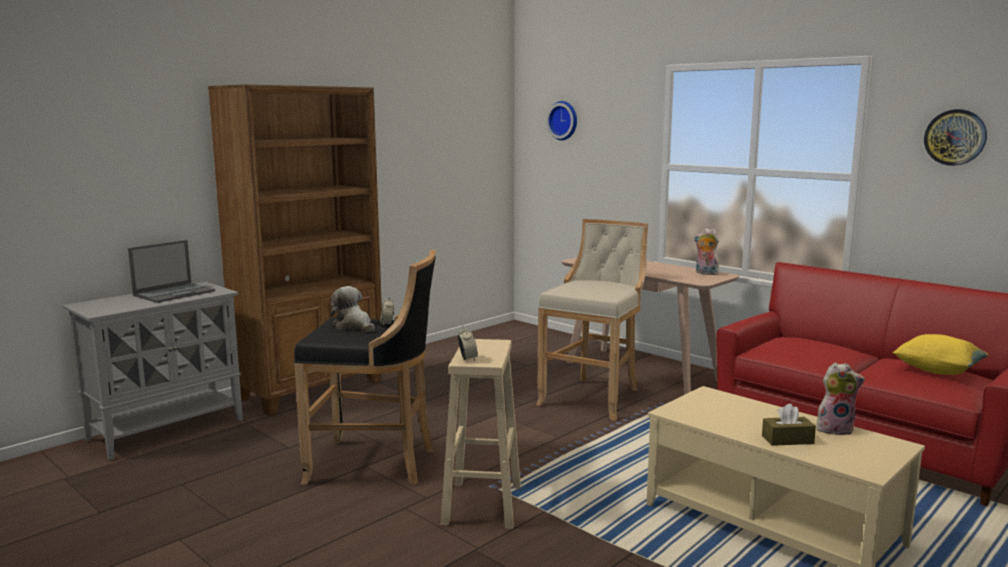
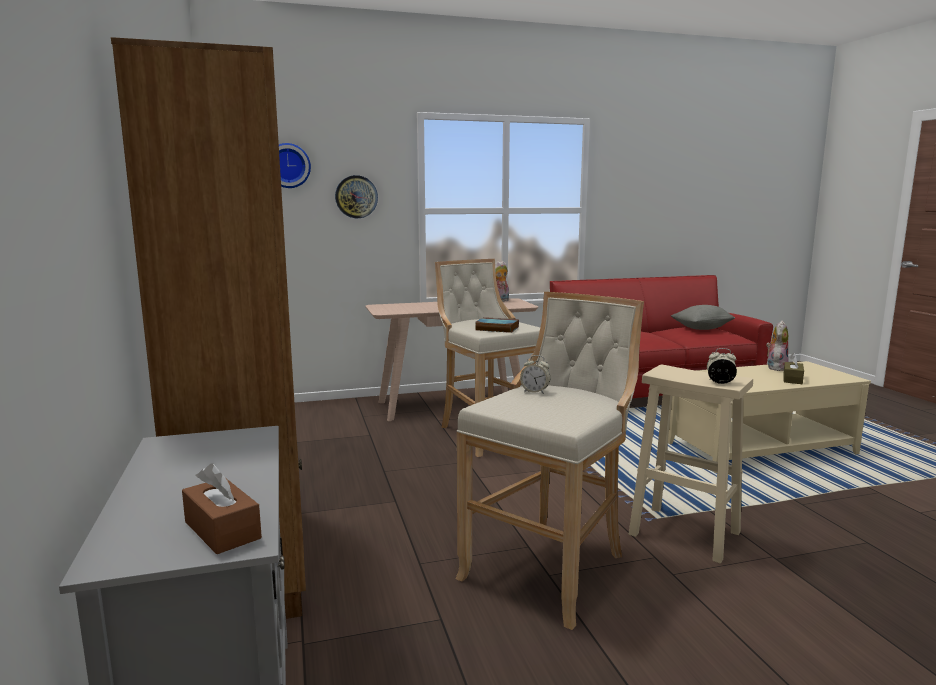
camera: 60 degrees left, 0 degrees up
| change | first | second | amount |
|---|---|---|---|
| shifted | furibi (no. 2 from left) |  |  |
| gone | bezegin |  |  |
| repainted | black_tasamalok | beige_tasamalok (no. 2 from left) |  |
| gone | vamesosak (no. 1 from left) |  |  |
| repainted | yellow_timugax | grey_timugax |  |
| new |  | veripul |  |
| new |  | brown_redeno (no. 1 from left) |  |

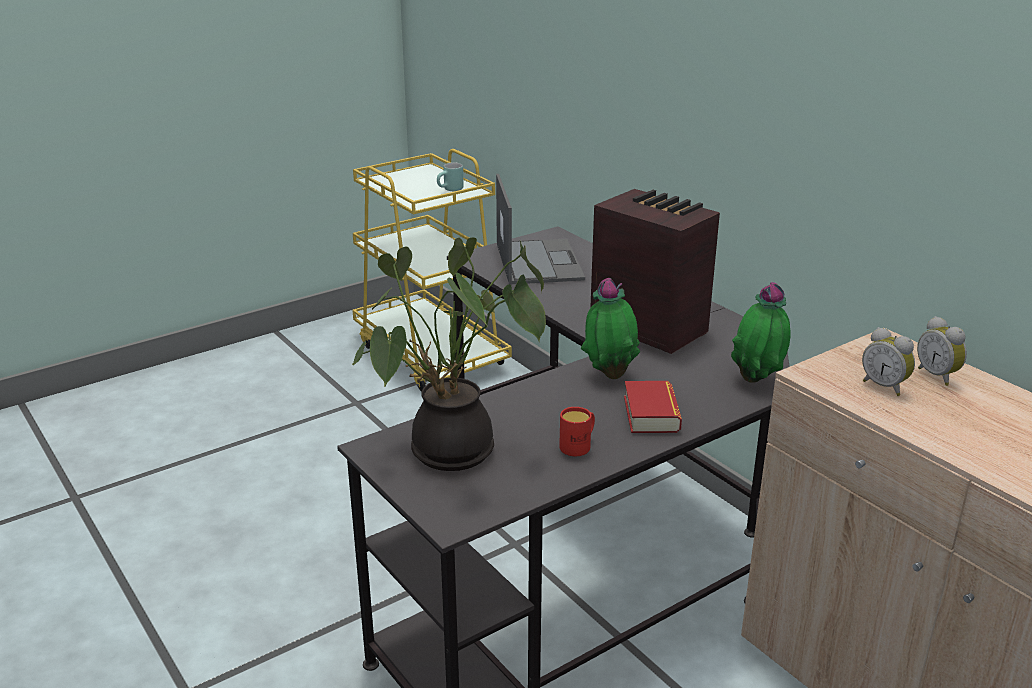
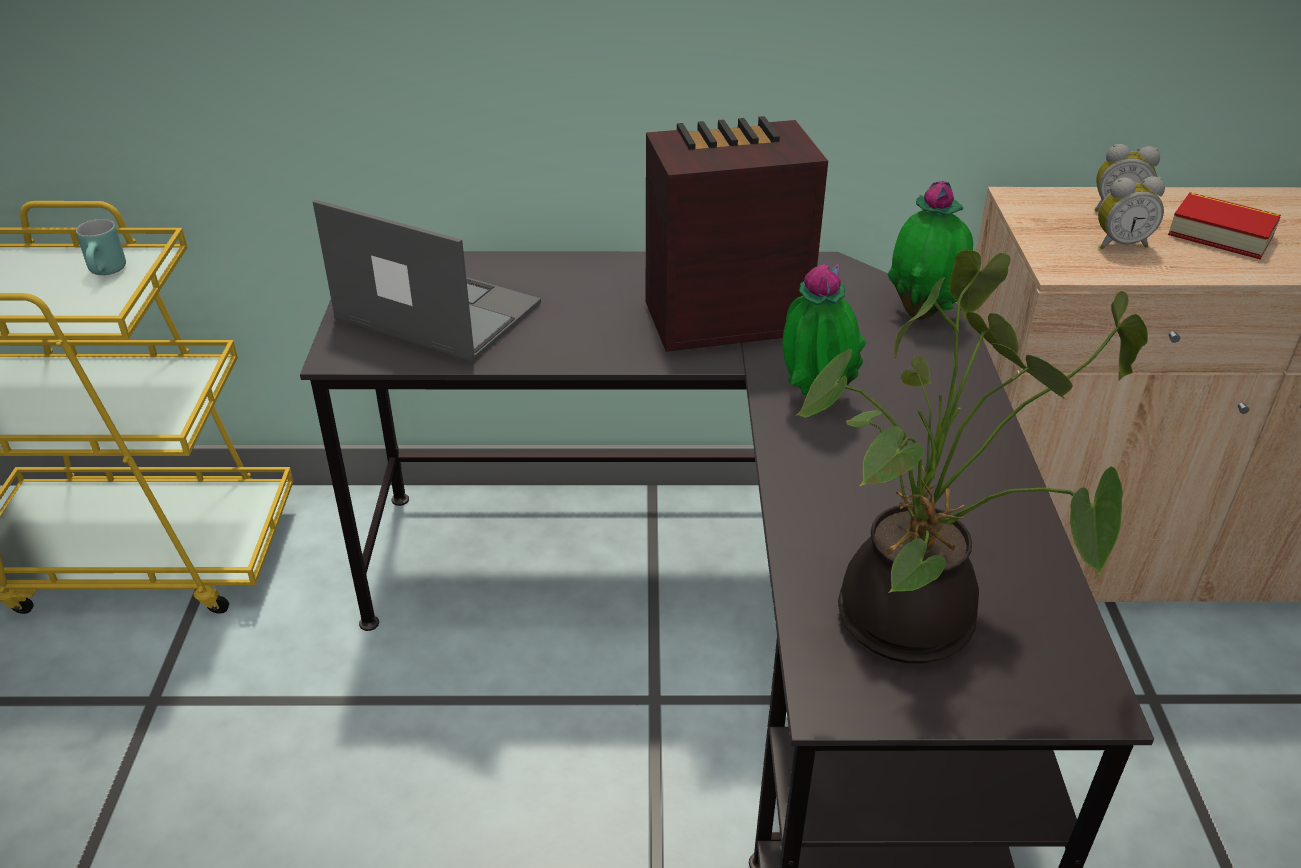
camera: 55 degrees left, 10 degrees up
| change | first | second | amount |
|---|---|---|---|
| shifted | veripul |  |  |
| gone | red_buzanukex |  |  |

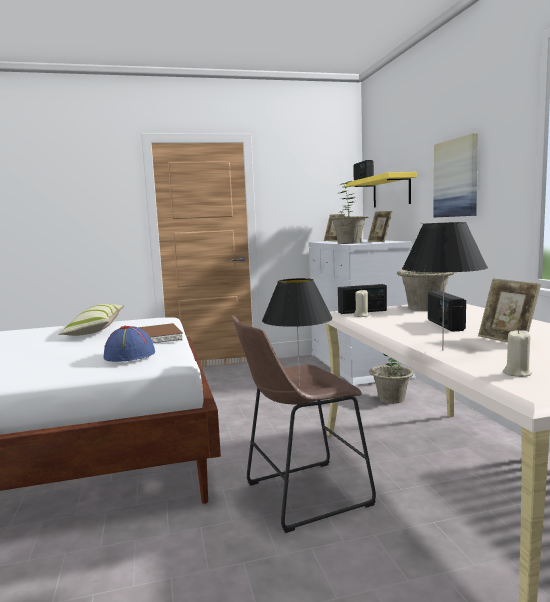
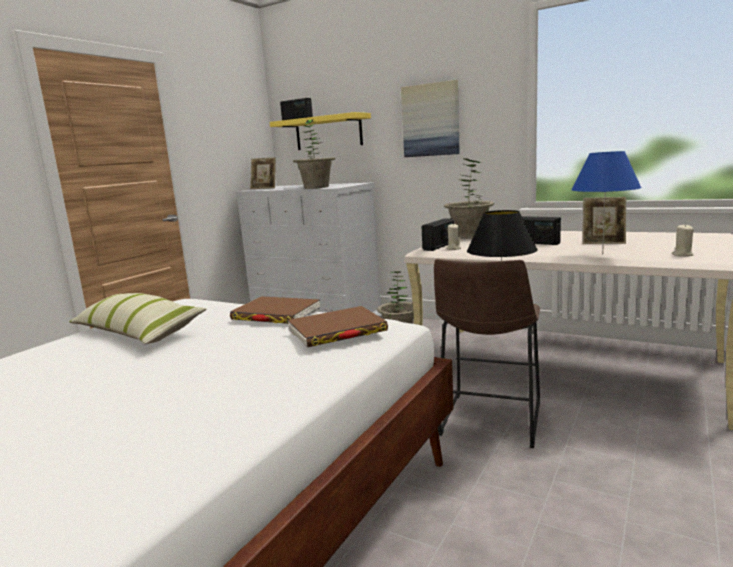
camera: 45 degrees left, 5 degrees up
| change | first | second | amount |
|---|---|---|---|
| gone | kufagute (no. 2 from left) |  |  |
| repainted | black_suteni (no. 2 from left) | blue_suteni |  |
| swapped | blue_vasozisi | brown_veripul (no. 2 from left) |  |

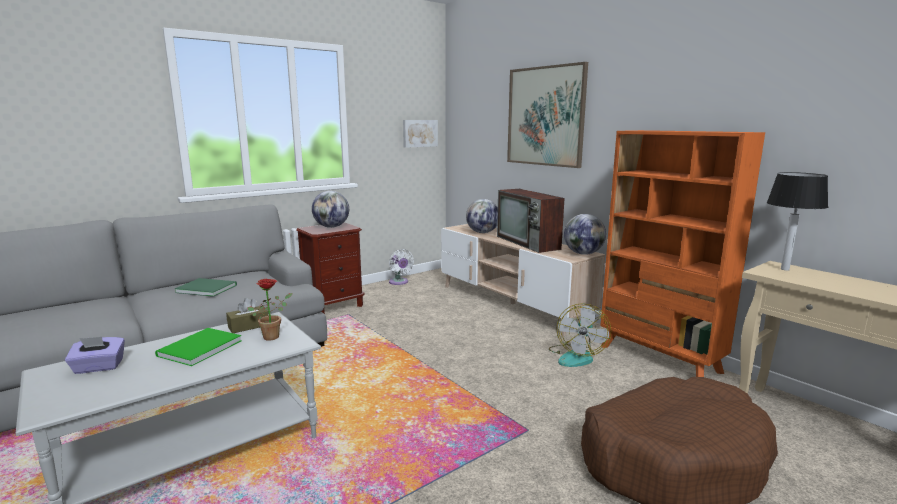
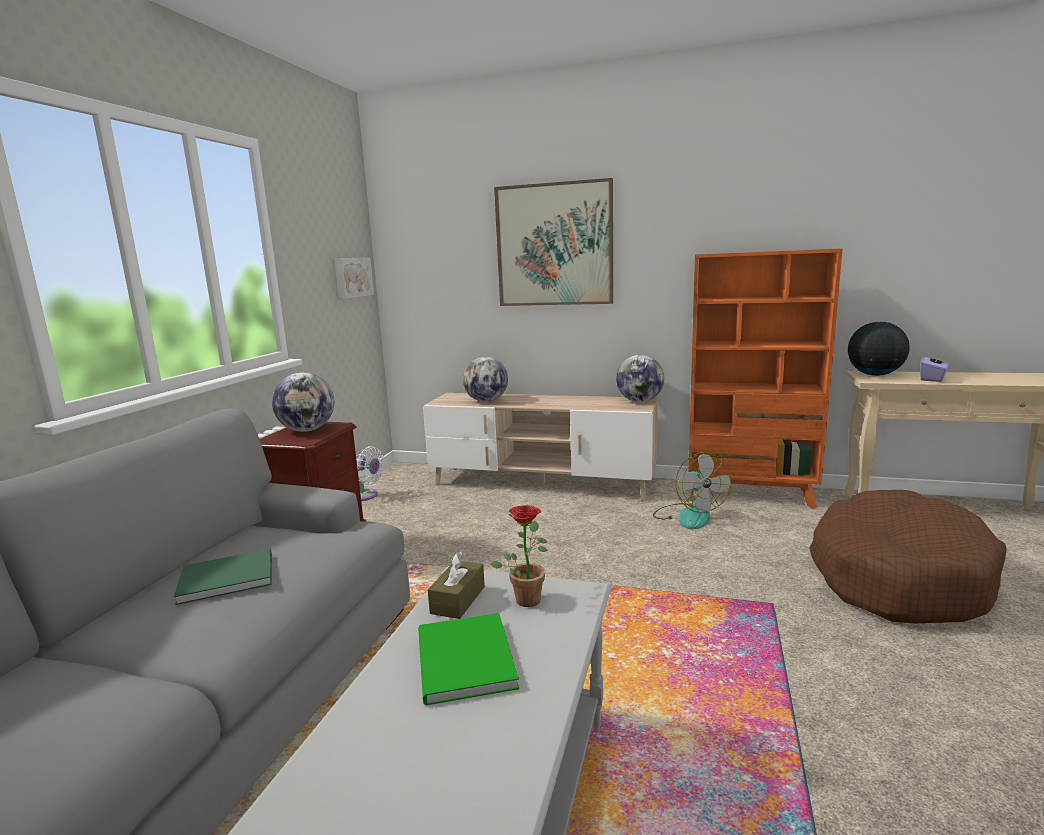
camera: 35 degrees left, 0 degrees up
| change | first | second | amount |
|---|---|---|---|
| swapped | suteni | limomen (no. 4 from left) |  |
| gone | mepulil |  |  |
| shifted | purple_redeno |  |  |

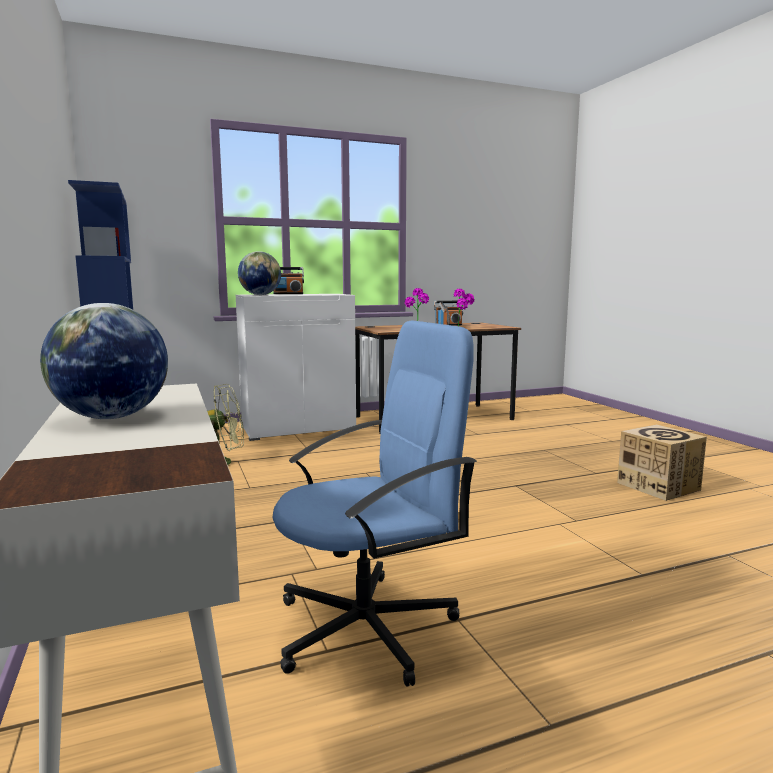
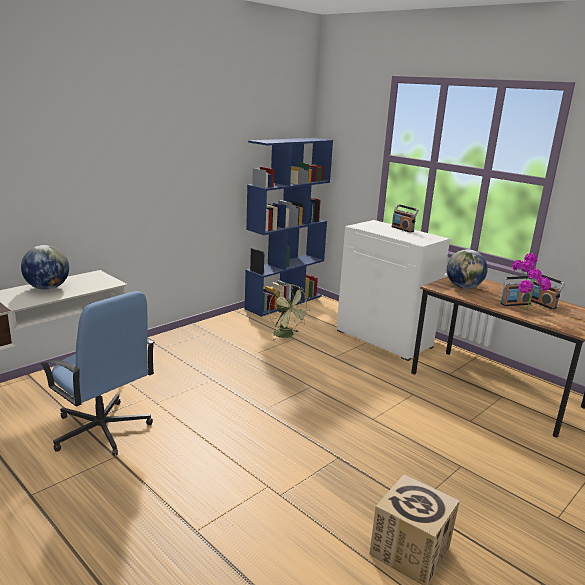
camera: 65 degrees right, 10 degrees up
| change | first | second | amount |
|---|---|---|---|
| shifted | limomen (no. 2 from left) |  |  |

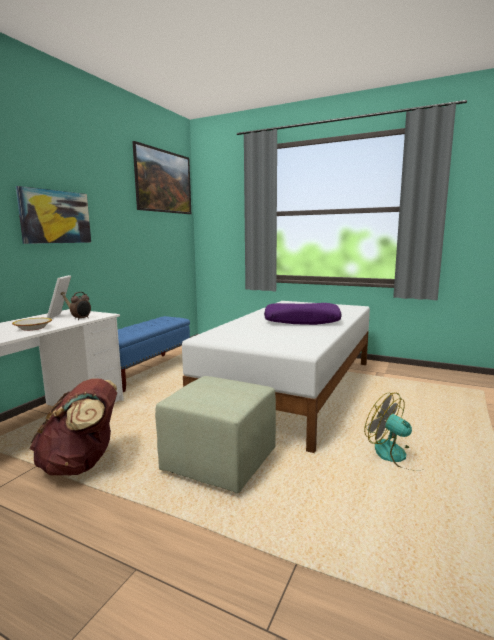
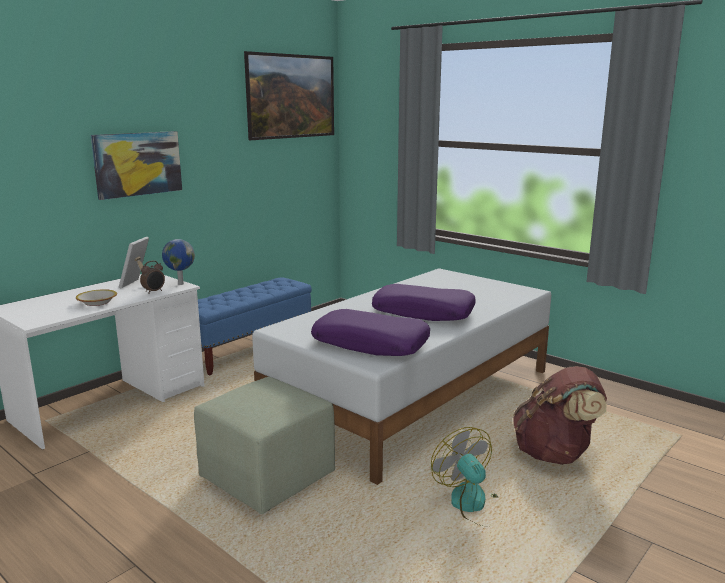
camera: 15 degrees right, 5 degrees up
| change | first | second | amount |
|---|---|---|---|
| shifted | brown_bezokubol |  |  |
| new |  | limomen |  |
| new |  | purple_timugax (no. 1 from left) |  |

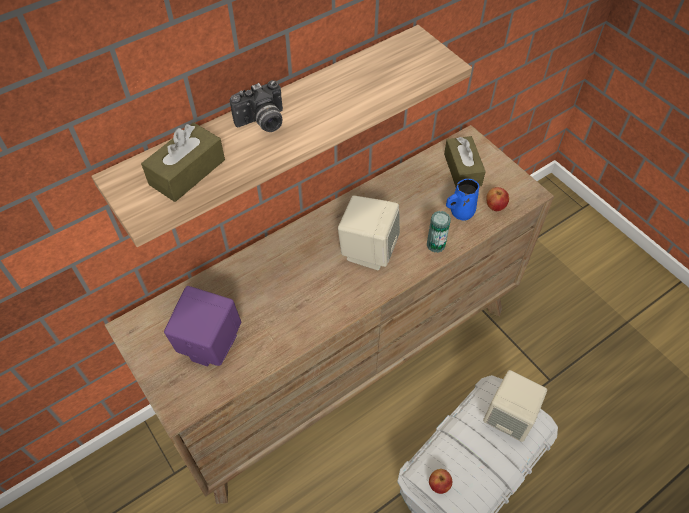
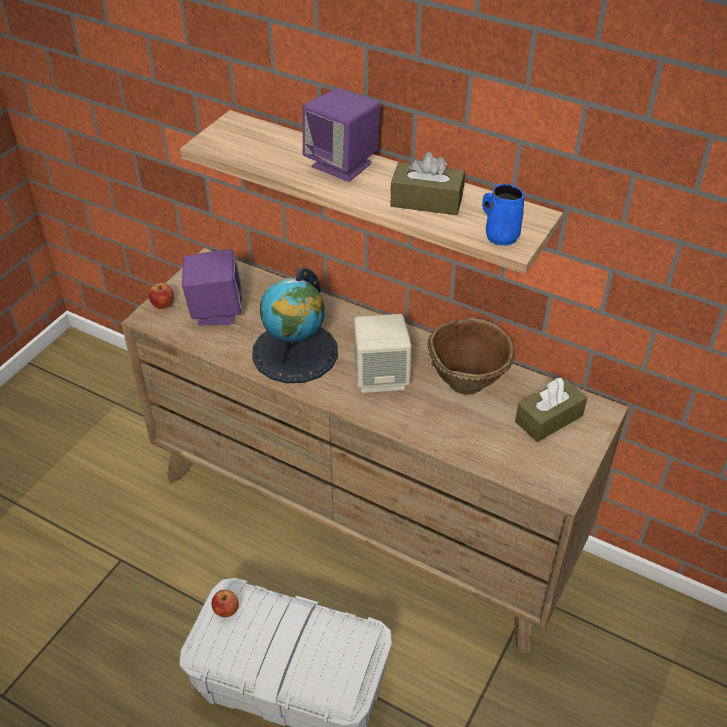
camera: 65 degrees right, 10 degrees down
| change | first | second | amount |
|---|---|---|---|
| swapped | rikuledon | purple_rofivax (no. 2 from left) |  |
| shifted | brown_redeno (no. 1 from left) |  |  |
| shifted | blue_buzanukex |  |  |
| shifted | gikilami (no. 2 from left in the first image) | gikilami (no. 1 from left) |  |
| gone | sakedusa |  |  |
| gone | beige_rofivax (no. 2 from left) |  |  |
| new |  | limomen |  |
| new |  | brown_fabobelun |  |

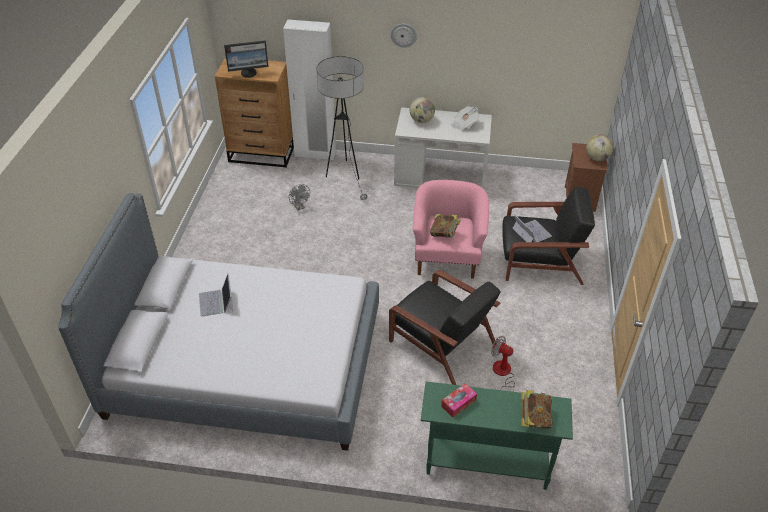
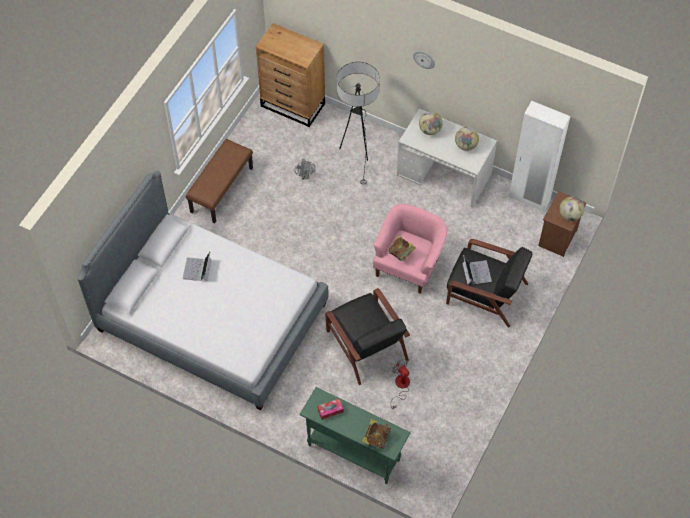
camera: 20 degrees right, 15 degrees up
| change | first | second | amount |
|---|---|---|---|
| shifted | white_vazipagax |  |  |
| gone | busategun |  |  |
| swapped | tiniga | limomen (no. 2 from left) |  |
| new |  | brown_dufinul |  |

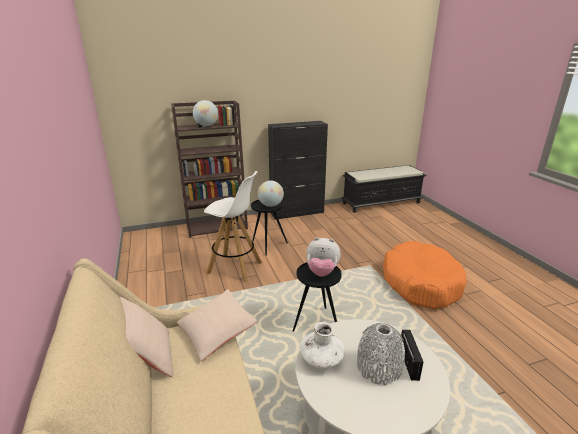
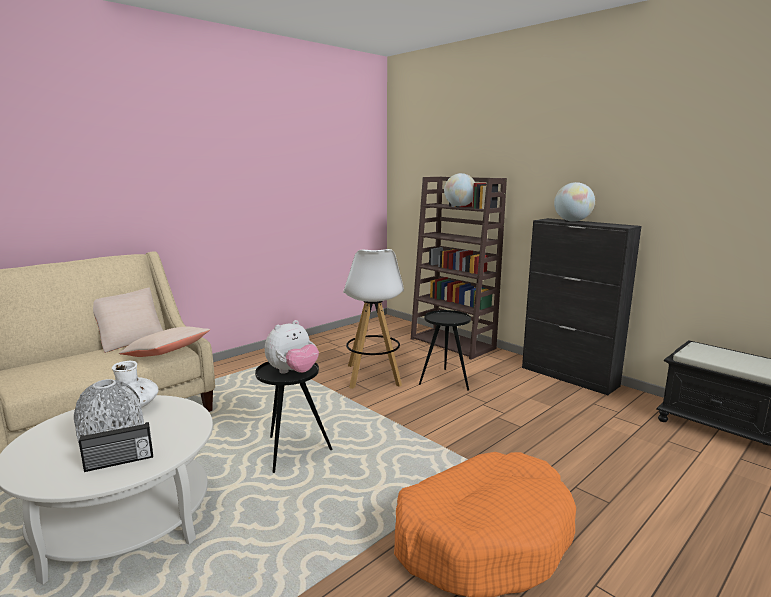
camera: 65 degrees right, 10 degrees down
| change | first | second | amount |
|---|---|---|---|
| shifted | limomen (no. 2 from left) |  |  |
| rotated | vamesosak |  | 120 degrees counterclockwise |

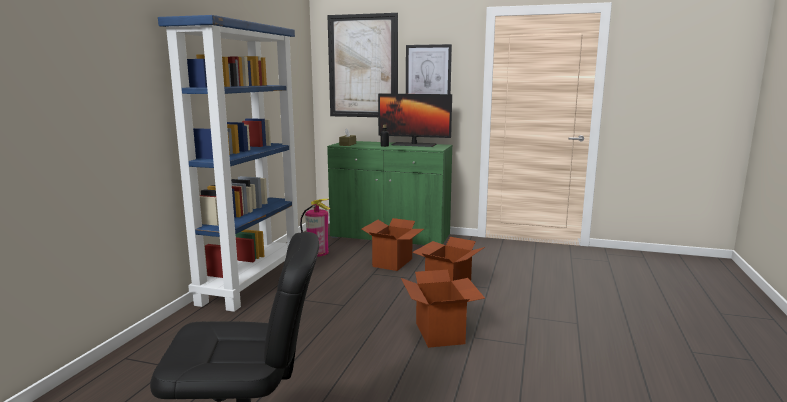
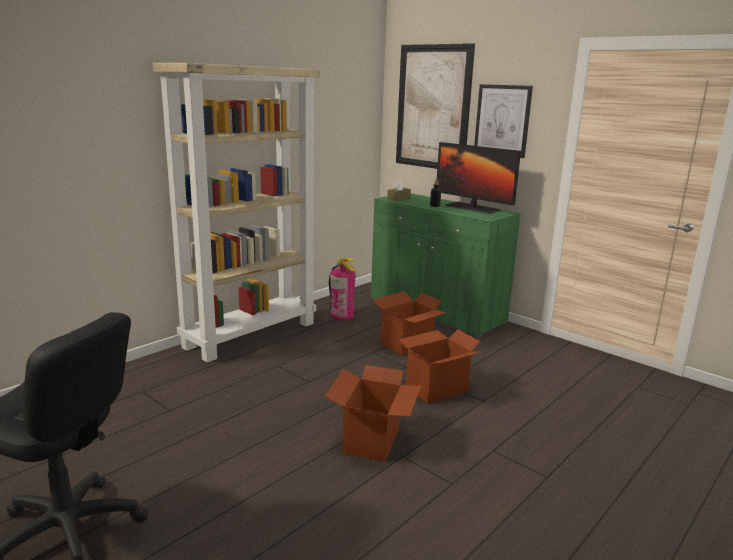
camera: 25 degrees right, 5 degrees up
| change | first | second | amount |
|---|---|---|---|
| repainted | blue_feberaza | beige_feberaza |  |

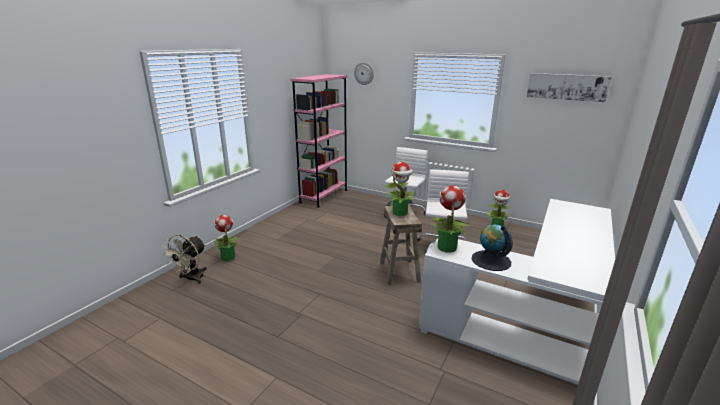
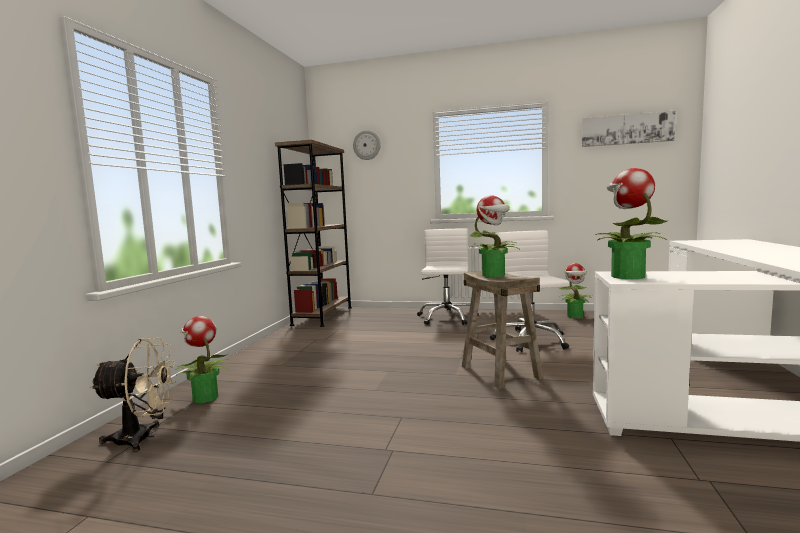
camera: 15 degrees left, 15 degrees down
| change | first | second | amount |
|---|---|---|---|
| repainted | pink_feberaza | brown_feberaza |  |
| gone | limomen |  |  |
| rotated | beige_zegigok |  | 105 degrees counterclockwise |

